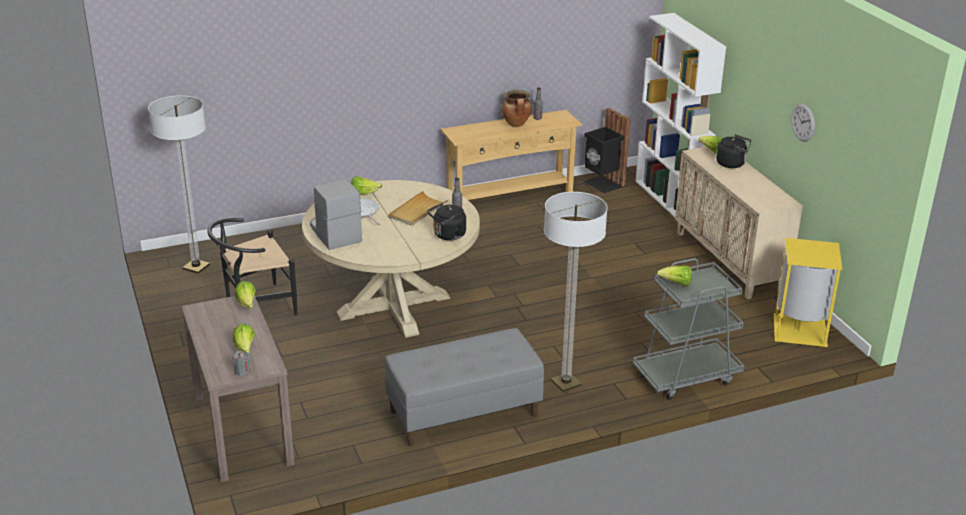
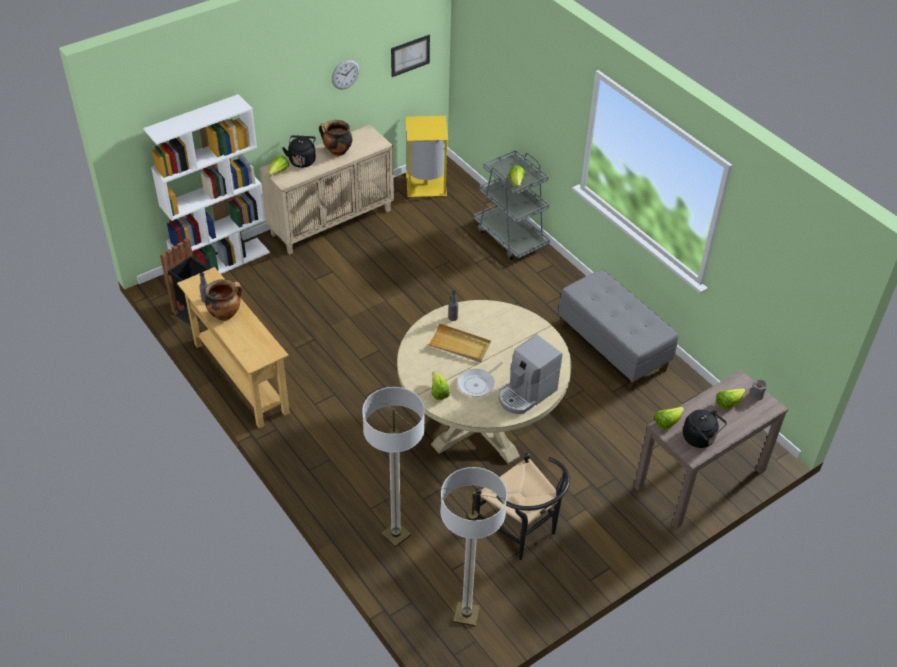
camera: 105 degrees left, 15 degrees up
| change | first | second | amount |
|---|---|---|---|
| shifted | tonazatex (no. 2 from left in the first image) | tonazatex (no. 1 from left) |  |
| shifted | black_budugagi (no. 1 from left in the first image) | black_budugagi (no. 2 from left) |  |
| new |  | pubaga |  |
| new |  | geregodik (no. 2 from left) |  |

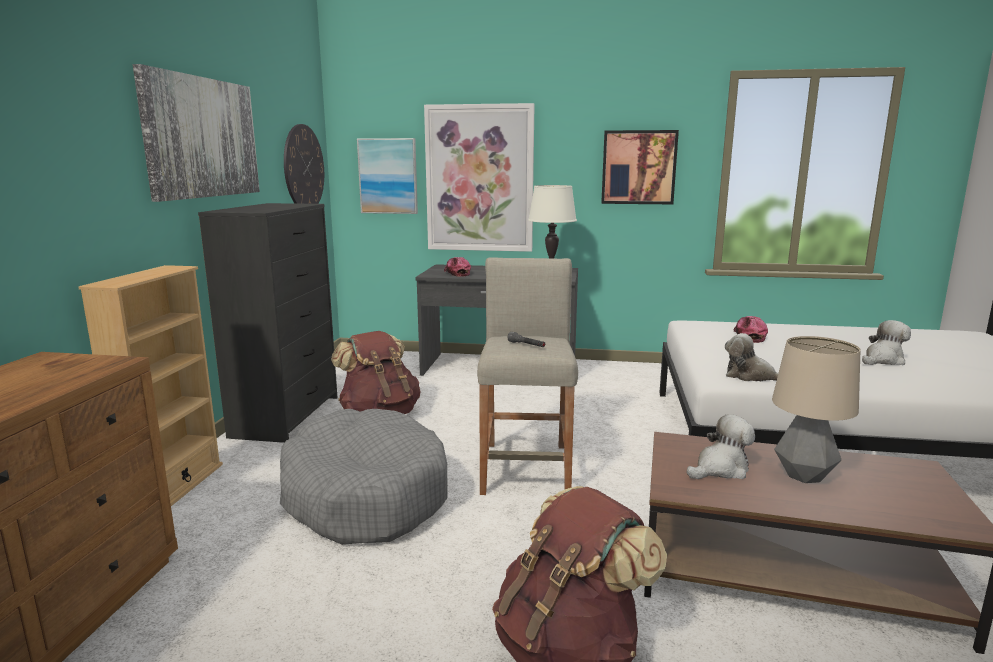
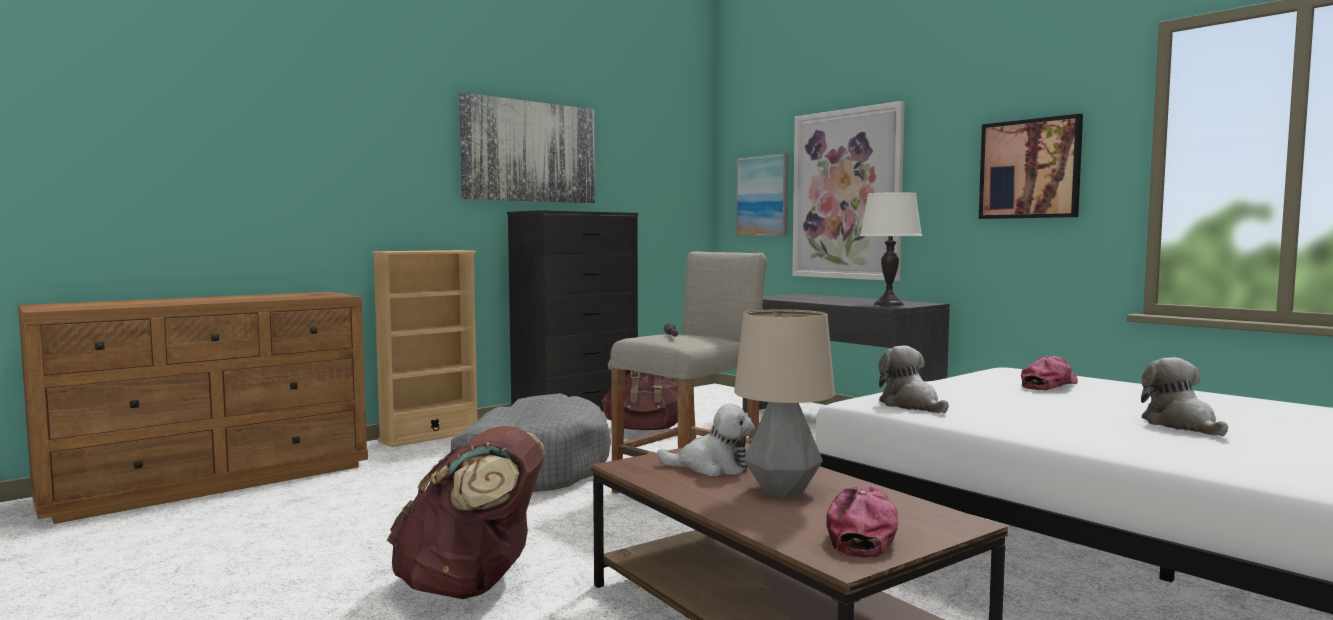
camera: 40 degrees right, 10 degrees down
| change | first | second | amount |
|---|---|---|---|
| gone | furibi |  |  |
| shifted | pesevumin (no. 1 from left) |  |  |
| rotated | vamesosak (no. 3 from left) |  | 105 degrees counterclockwise |

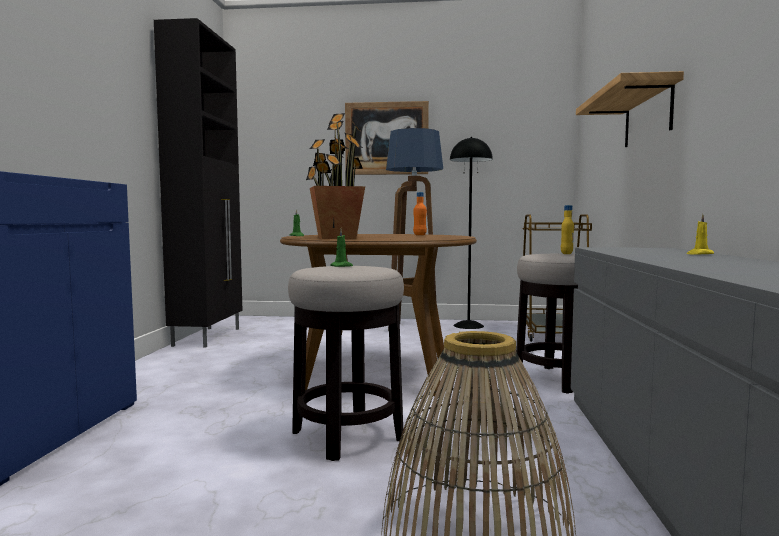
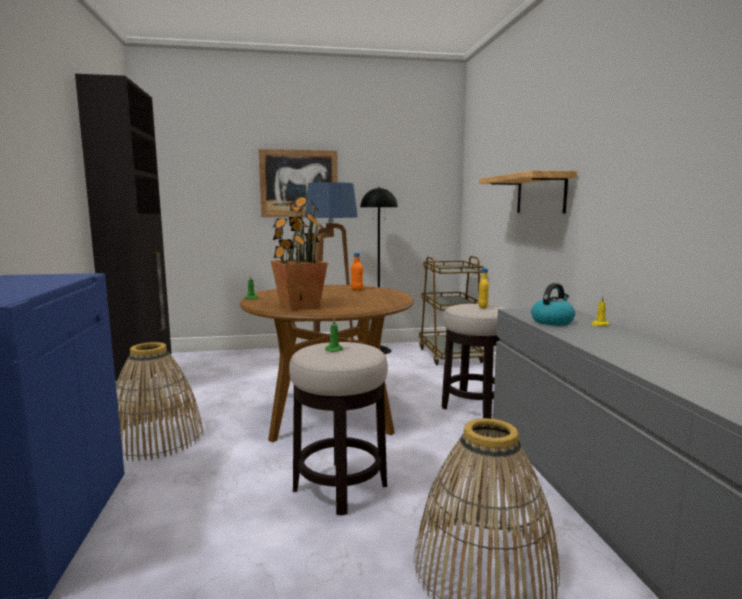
camera: 15 degrees left, 5 degrees up
| change | first | second | amount |
|---|---|---|---|
| new |  | budugagi |  |
| new |  | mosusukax (no. 1 from left) |  |

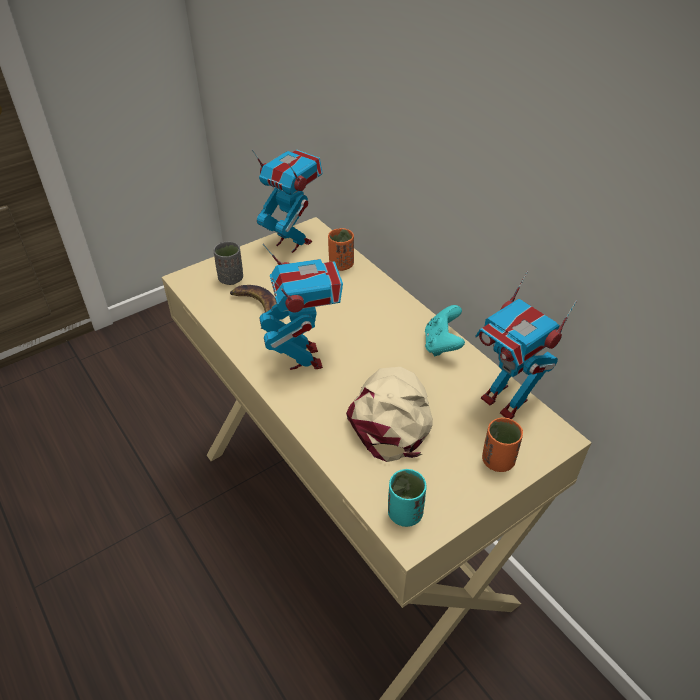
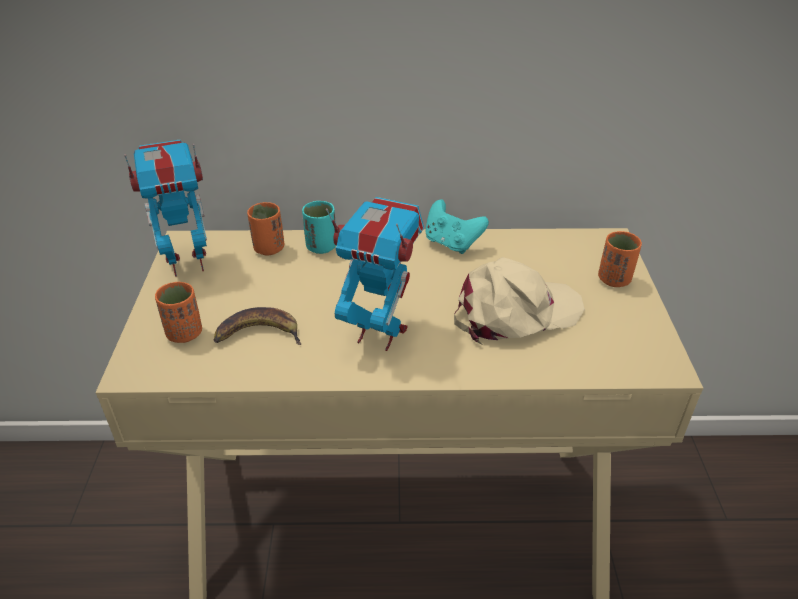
camera: 55 degrees left, 5 degrees down
| change | first | second | amount |
|---|---|---|---|
| repainted | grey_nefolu | orange_nefolu (no. 1 from left) |  |
| gone | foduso (no. 3 from left) |  |  |
| rotated | beige_pesevumin |  | 120 degrees clockwise |
| shifted | turquoise_nefolu |  |  |

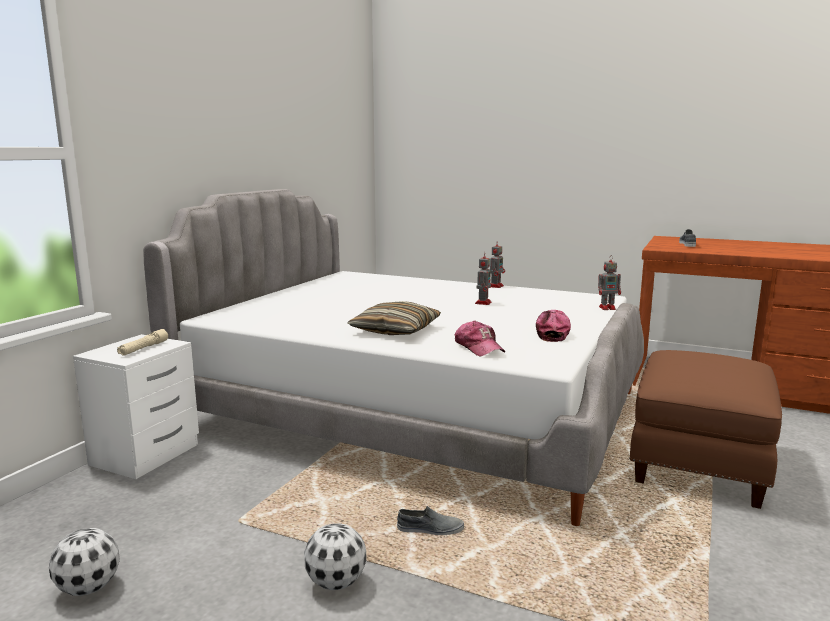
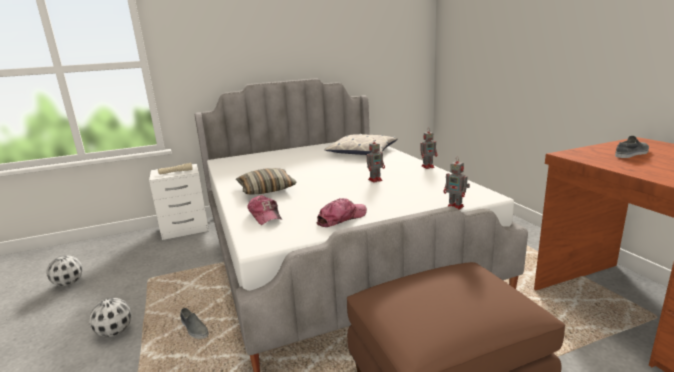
camera: 45 degrees right, 5 degrees up
| change | first | second | amount |
|---|---|---|---|
| rotated | pesevumin (no. 1 from left) |  | 45 degrees counterclockwise |
| new |  | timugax (no. 2 from left) |  |

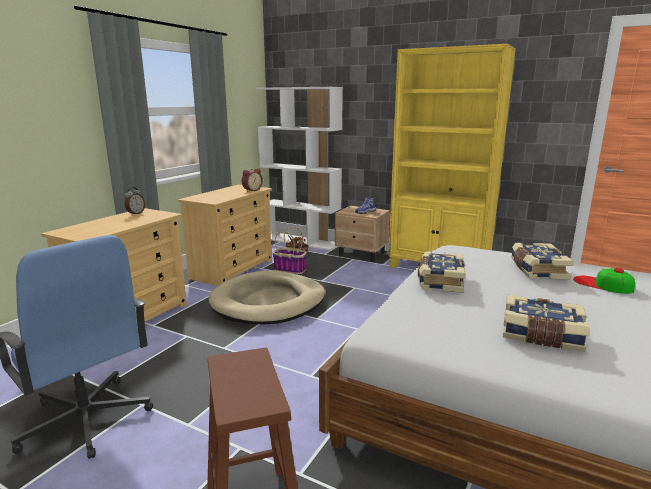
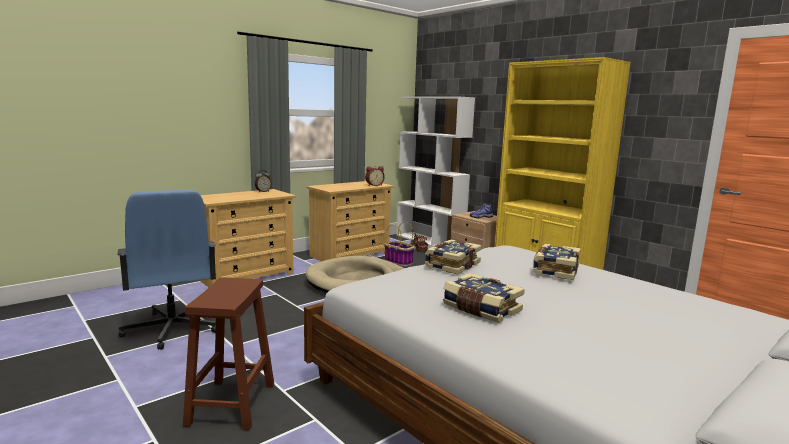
camera: 20 degrees right, 5 degrees down
| change | first | second | amount |
|---|---|---|---|
| gone | pesevumin |  |  |

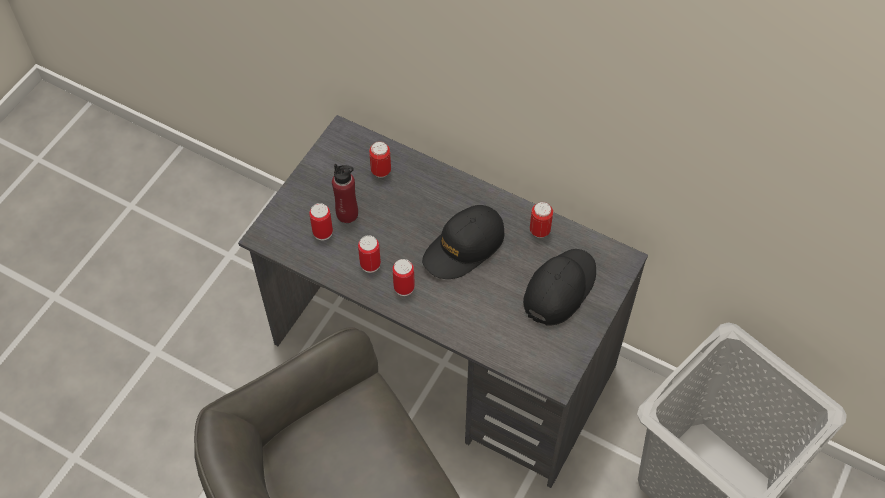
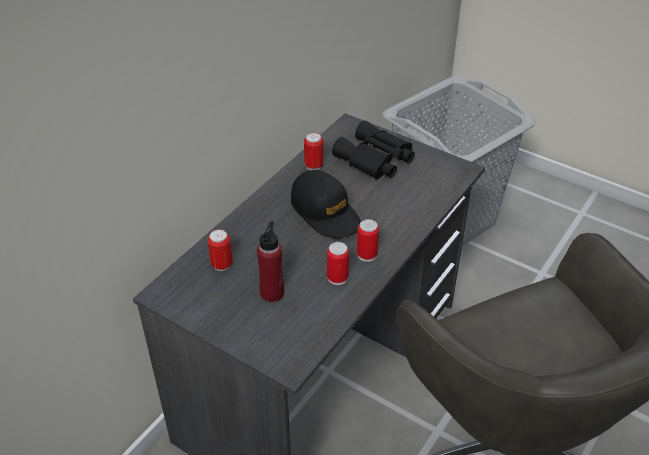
camera: 85 degrees left, 15 degrees down
| change | first | second | amount |
|---|---|---|---|
| gone | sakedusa (no. 1 from left) |  |  |
| swapped | black_pesevumin (no. 2 from left) | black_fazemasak |  |

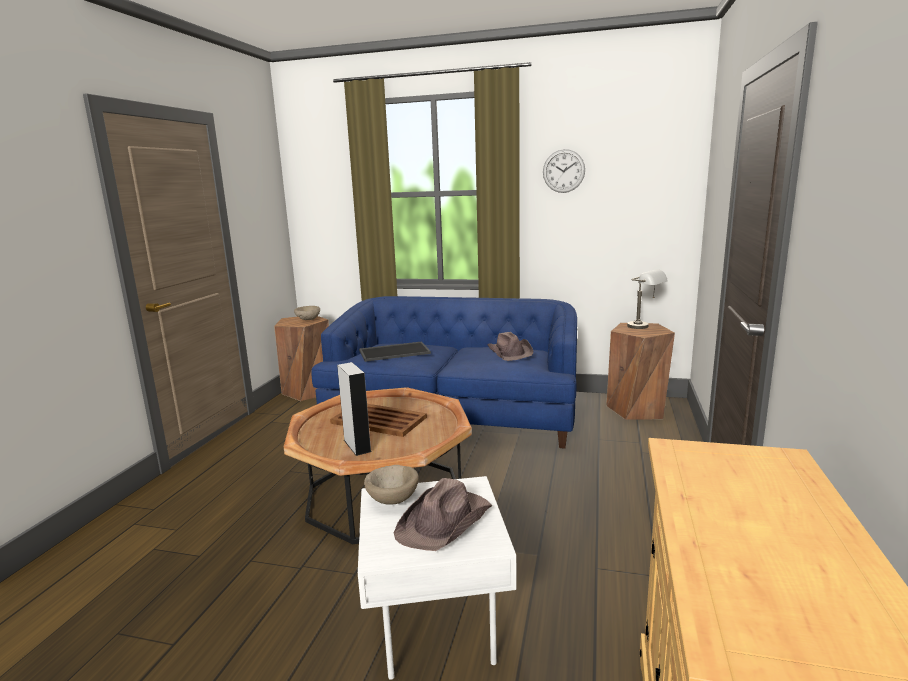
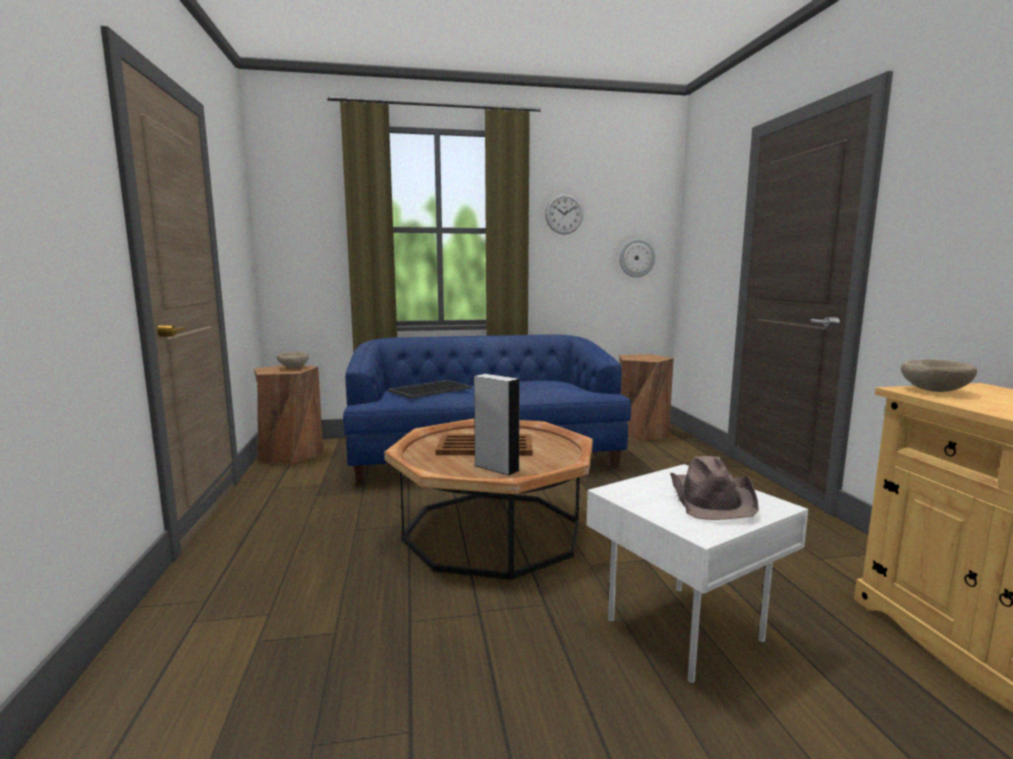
camera: 25 degrees left, 5 degrees down
| change | first | second | amount |
|---|---|---|---|
| gone | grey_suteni |  |  |
| gone | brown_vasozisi (no. 2 from left) |  |  |
| shifted | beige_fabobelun (no. 2 from left) |  |  |
| new |  | furibi (no. 2 from left) |  |

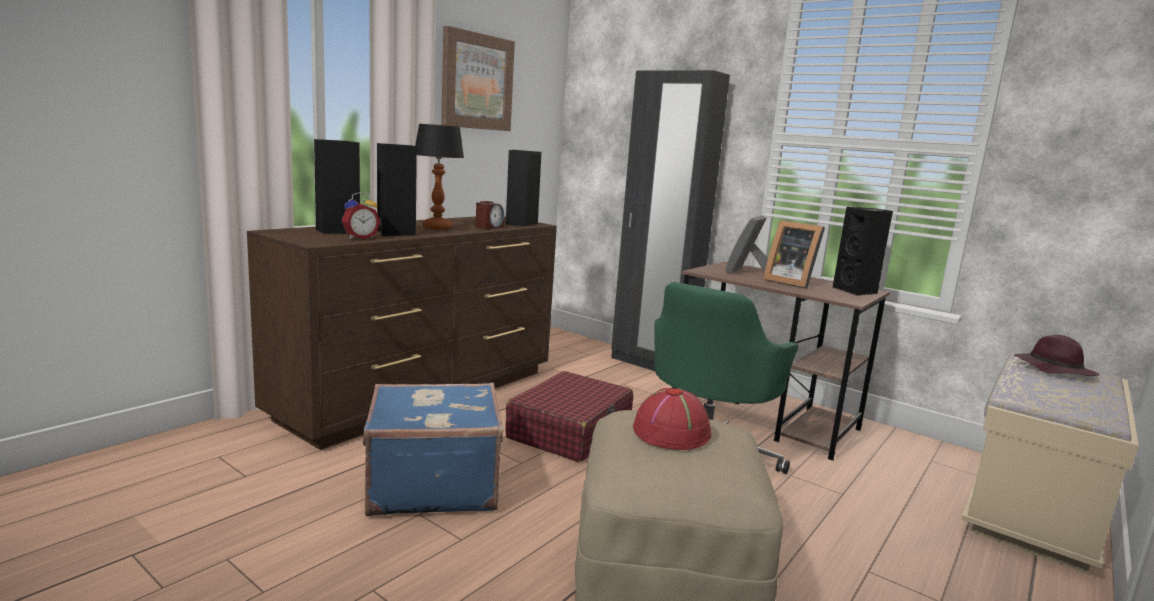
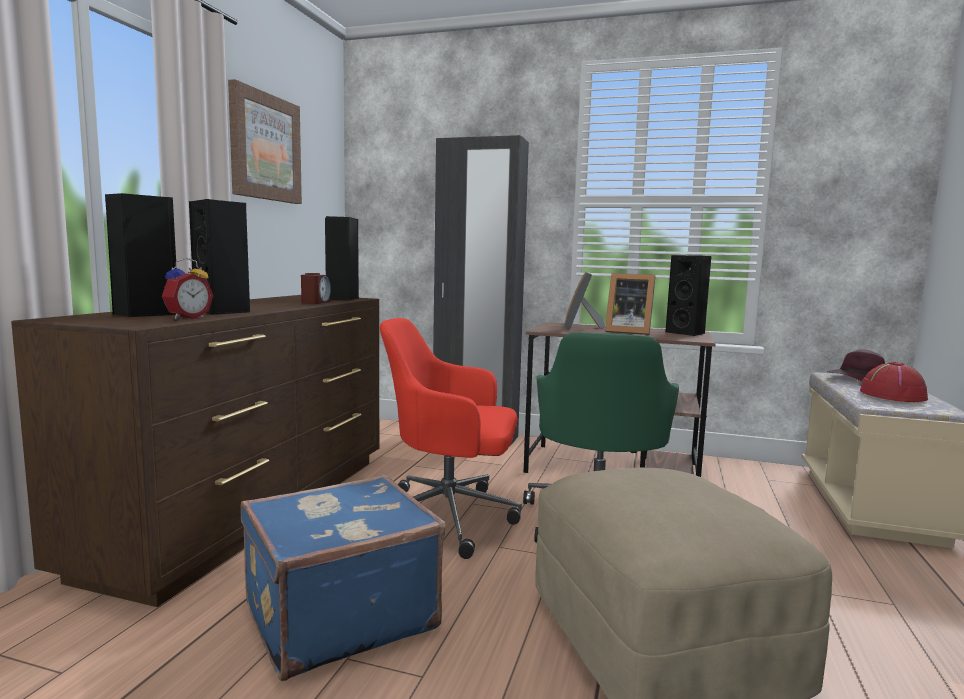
camera: 20 degrees left, 5 degrees down
| change | first | second | amount |
|---|---|---|---|
| gone | suteni |  |  |
| swapped | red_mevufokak | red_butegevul |  |
| shifted | red_vasozisi |  |  |

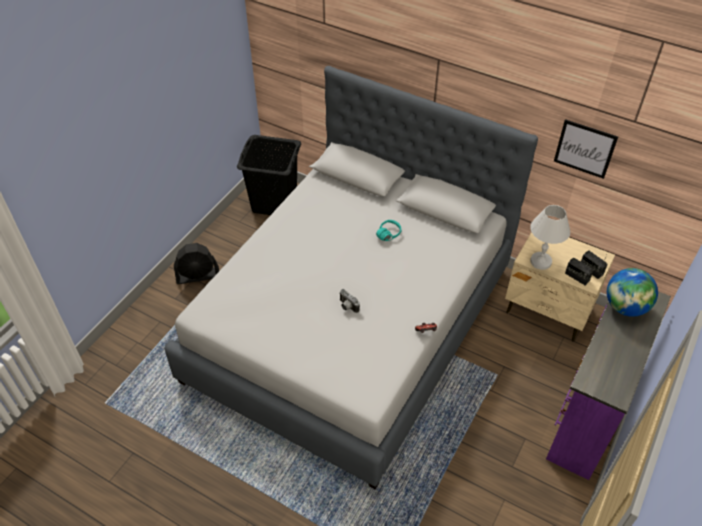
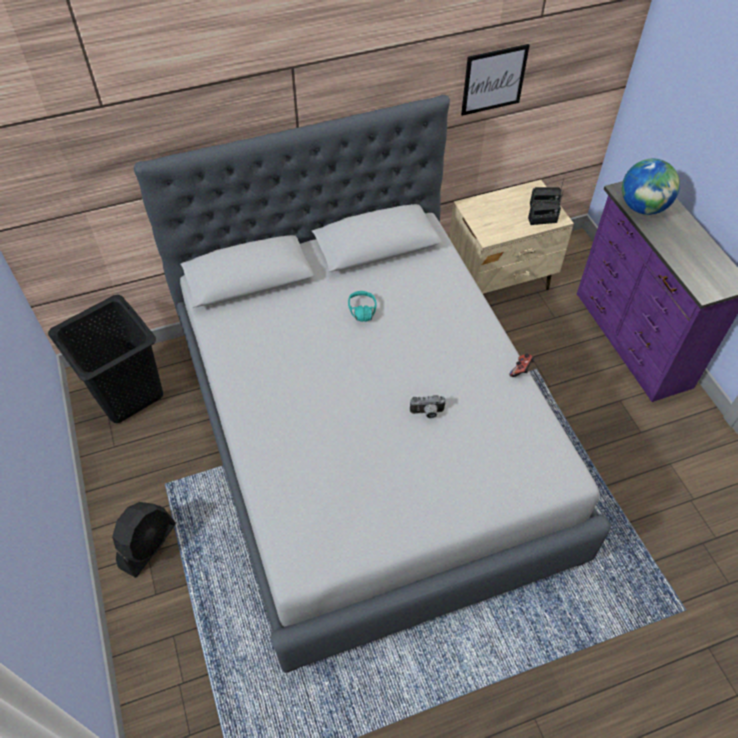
camera: 50 degrees left, 5 degrees up
| change | first | second | amount |
|---|---|---|---|
| gone | white_suteni |  |  |

